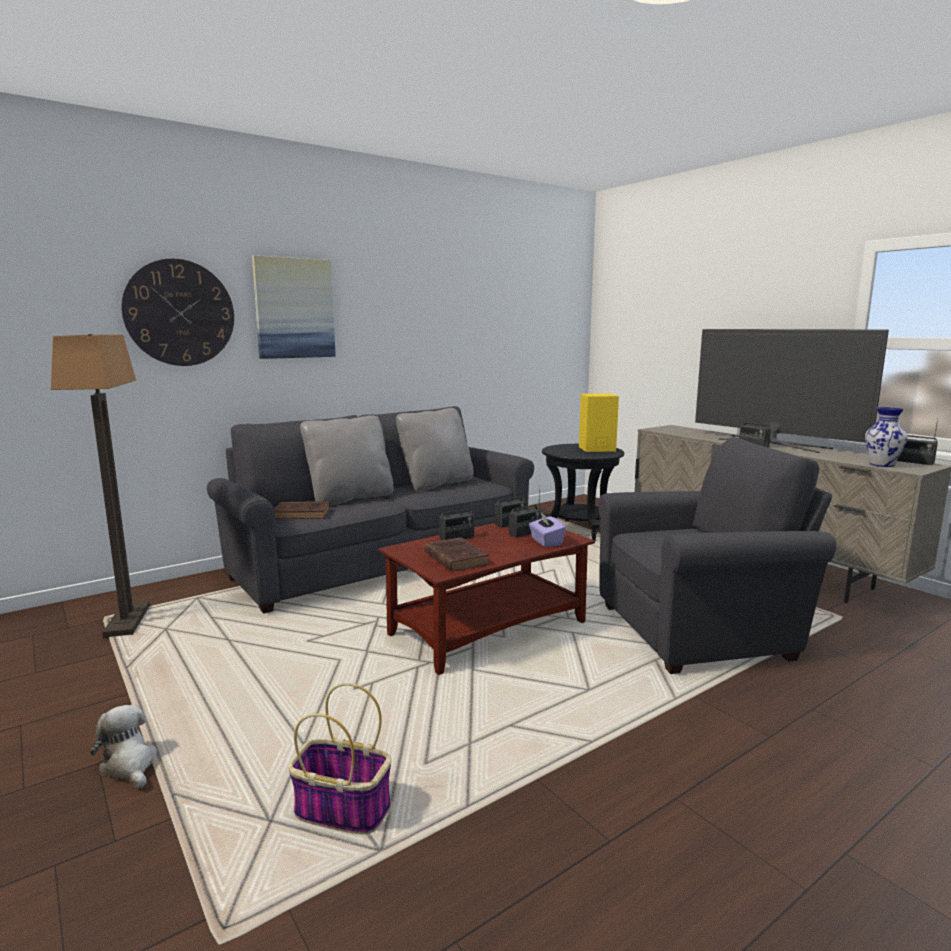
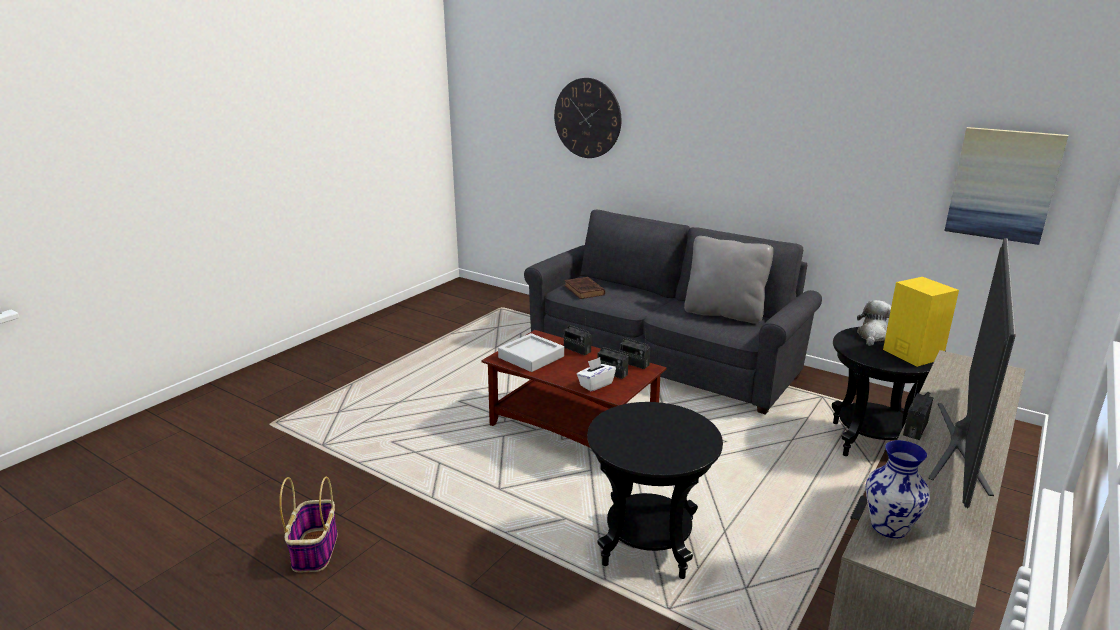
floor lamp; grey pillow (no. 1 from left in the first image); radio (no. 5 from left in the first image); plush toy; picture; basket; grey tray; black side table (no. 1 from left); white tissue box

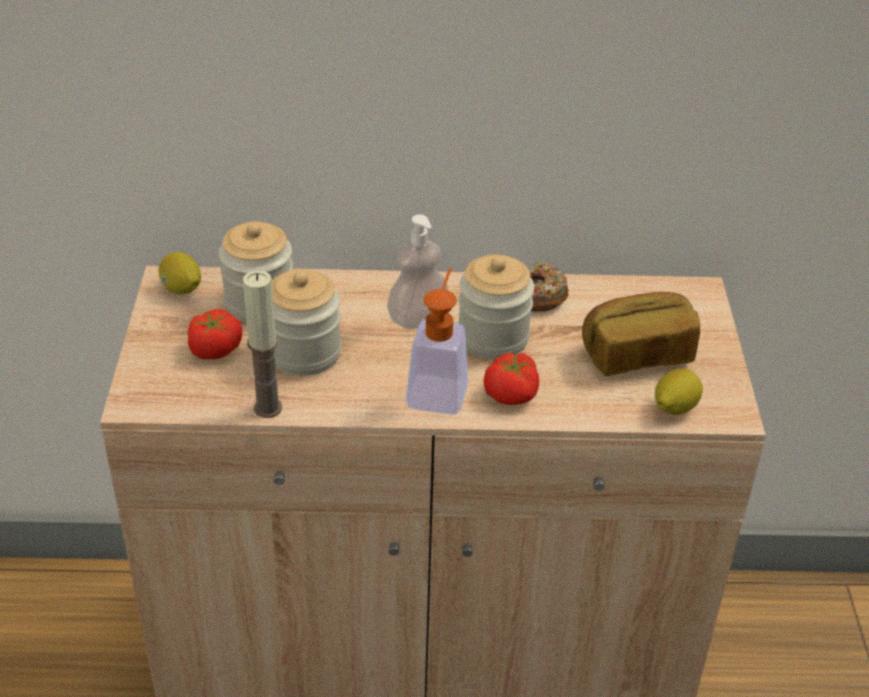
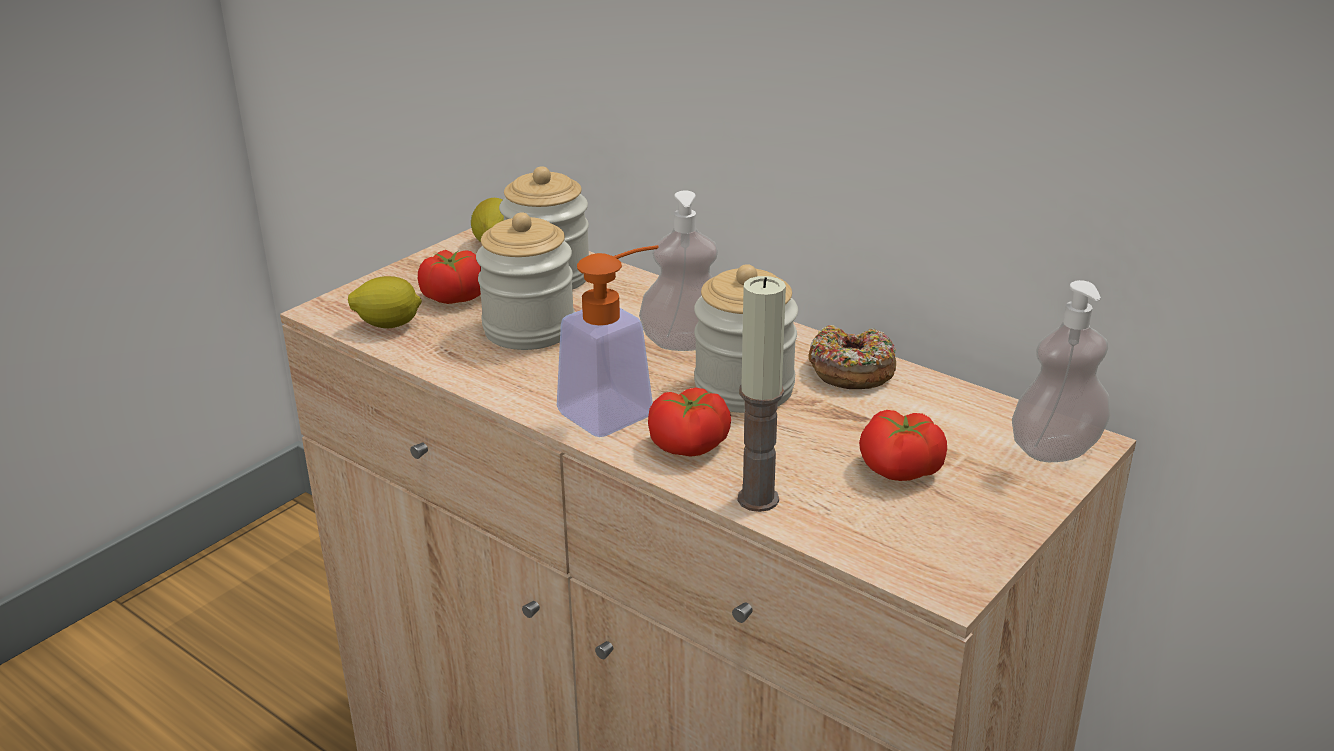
soap dispenser (no. 3 from left); candle; lemon (no. 1 from left); tomato (no. 3 from left)

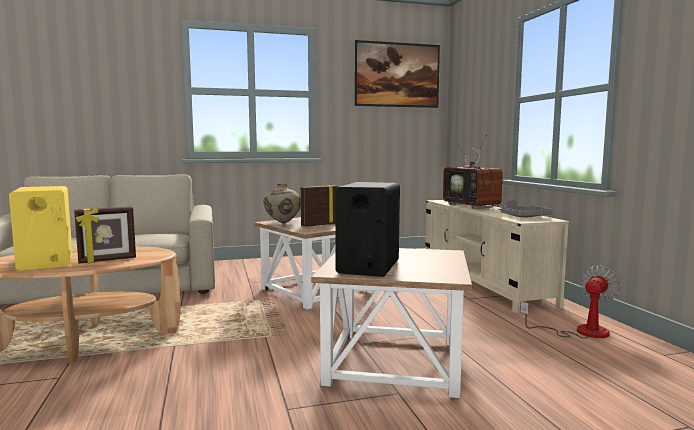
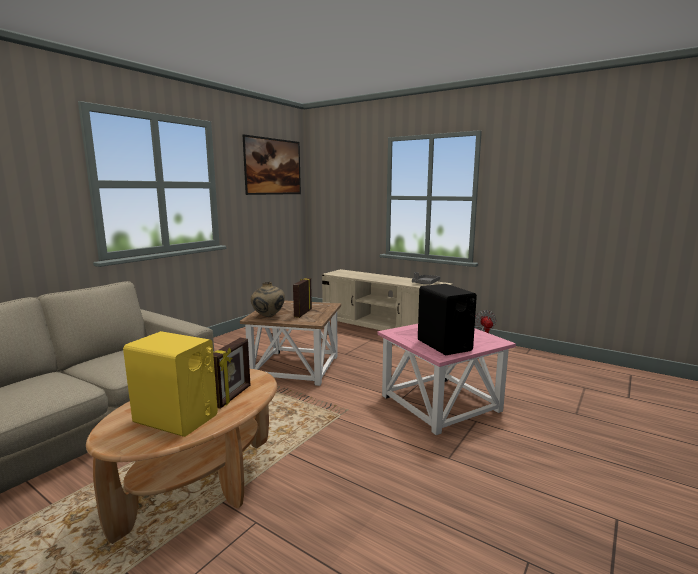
television; pink side table

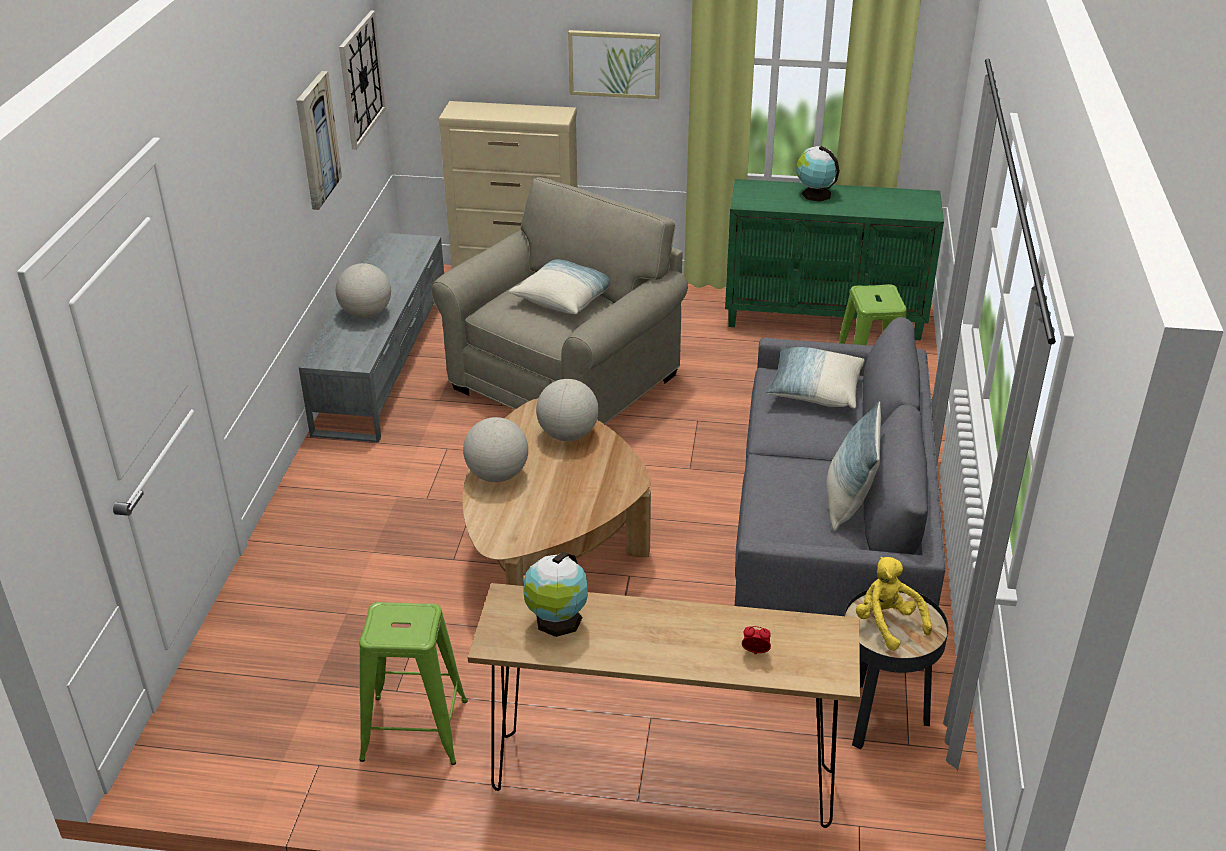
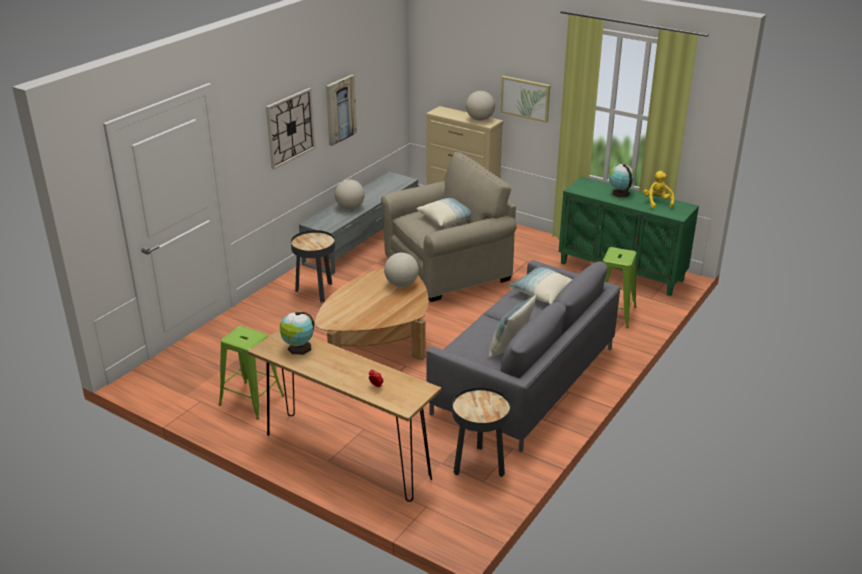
black side table (no. 1 from left); wall clock; globe (no. 4 from left); yellow plush toy

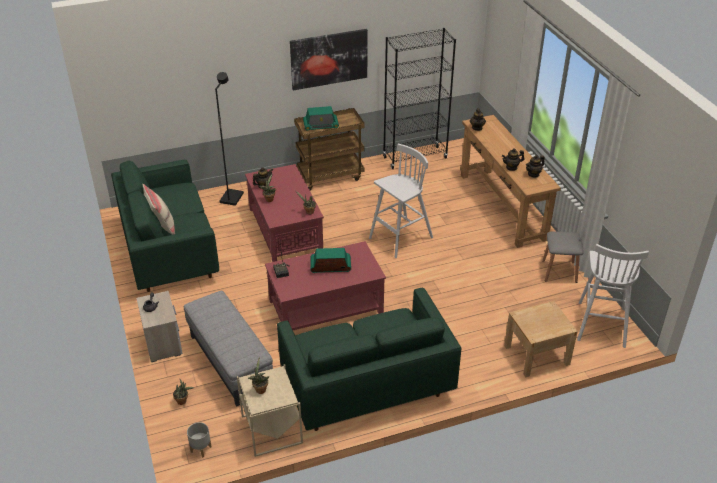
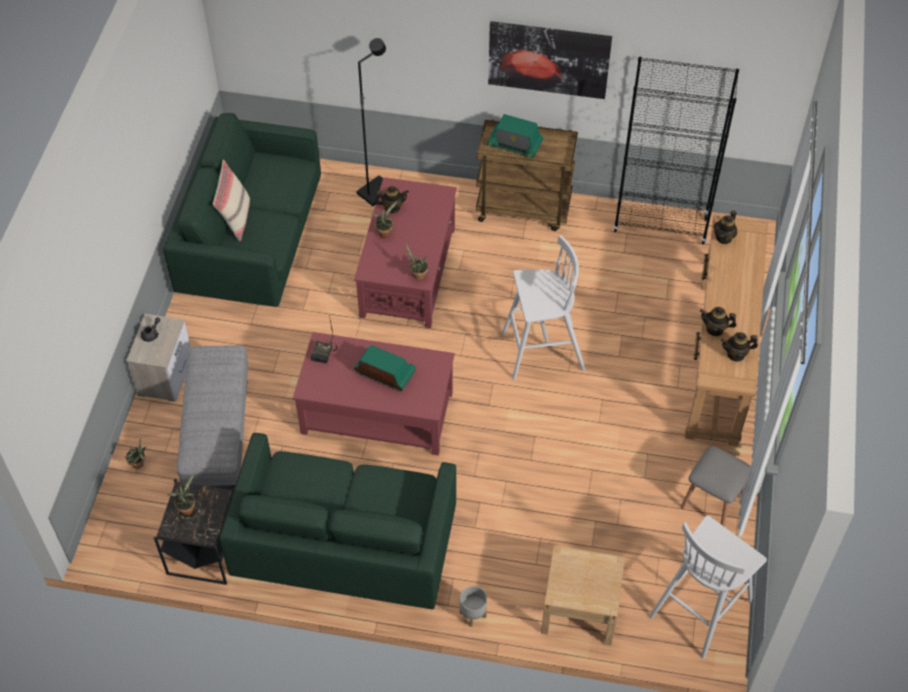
grey planter; black side table

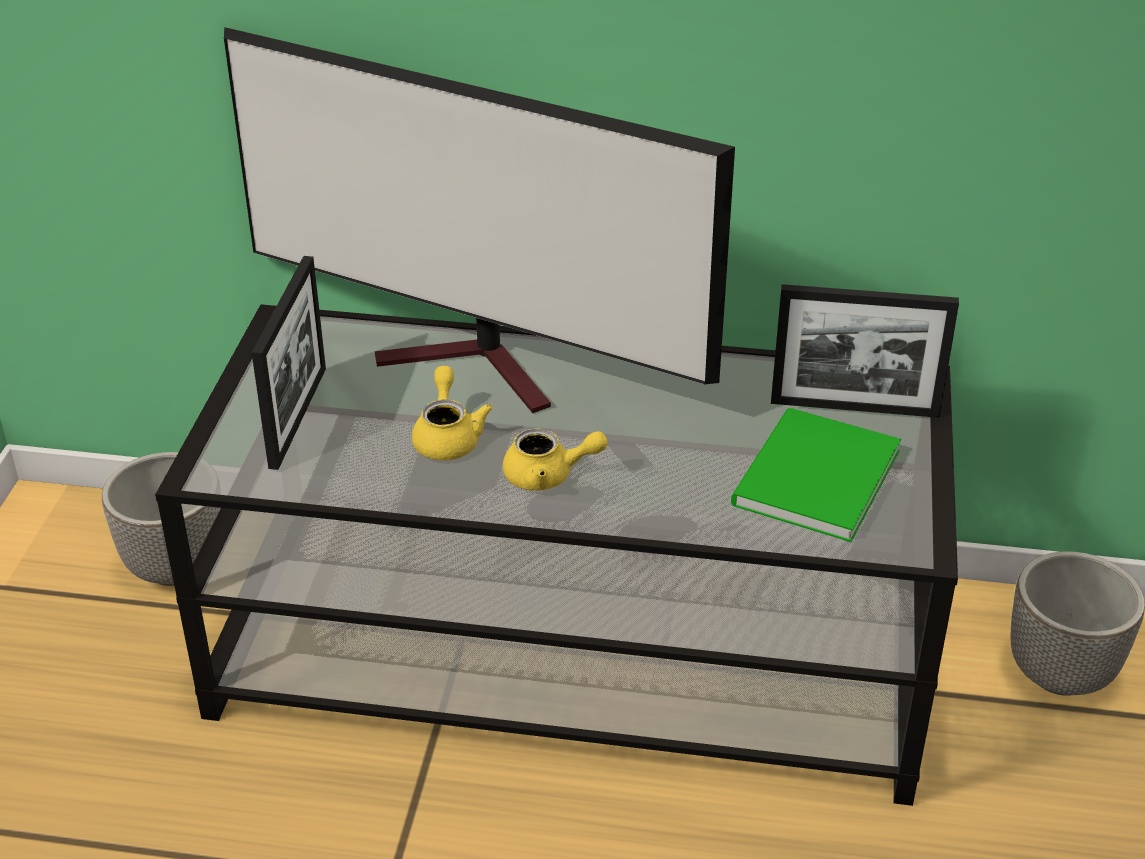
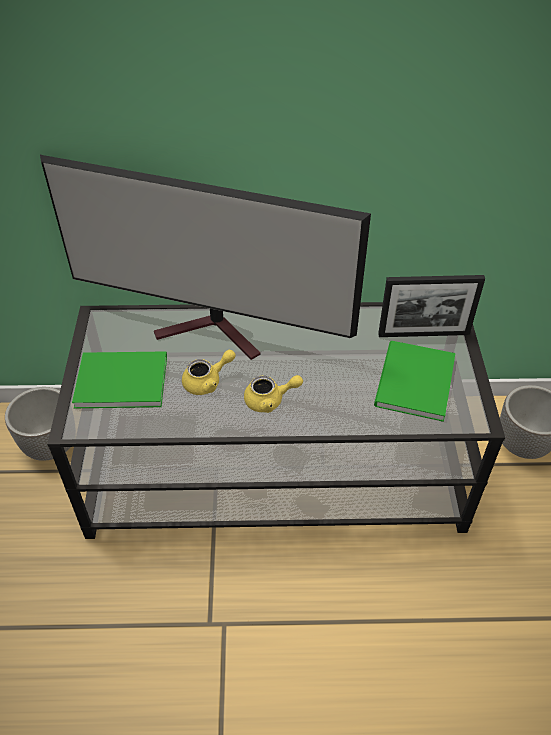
green book (no. 1 from left); yellow teapot (no. 1 from left)

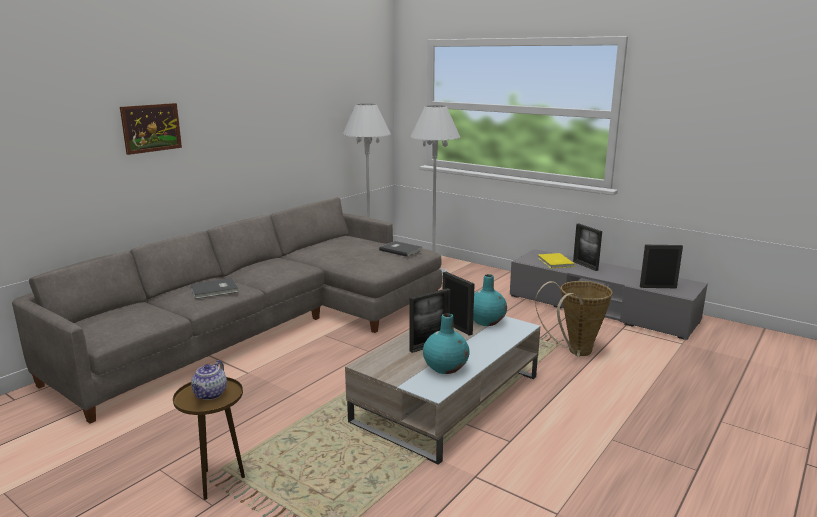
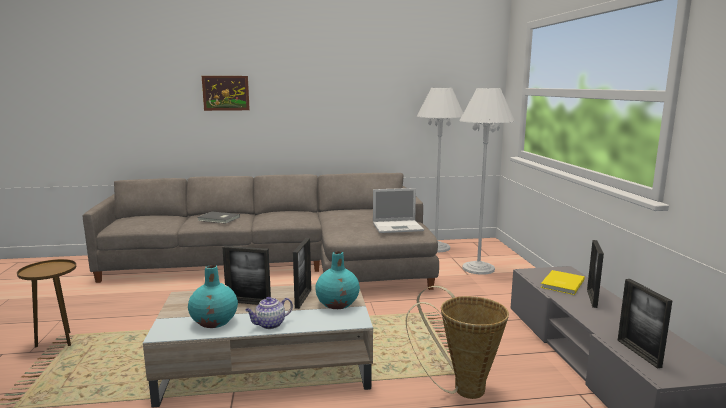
teapot; laptop; picture frame (no. 4 from left)

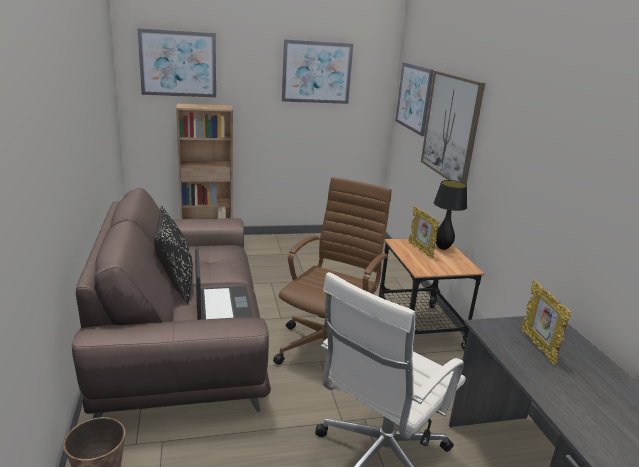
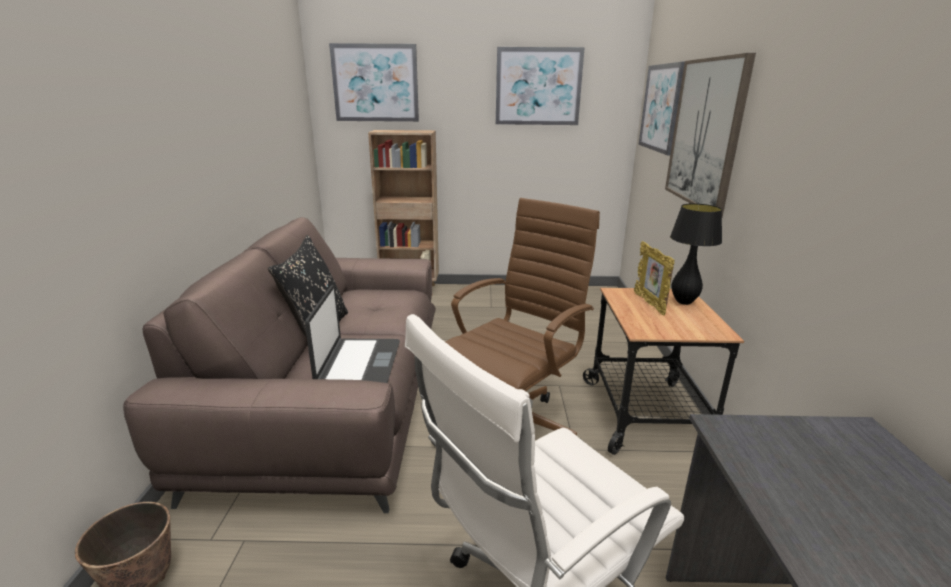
picture frame (no. 2 from left in the first image)

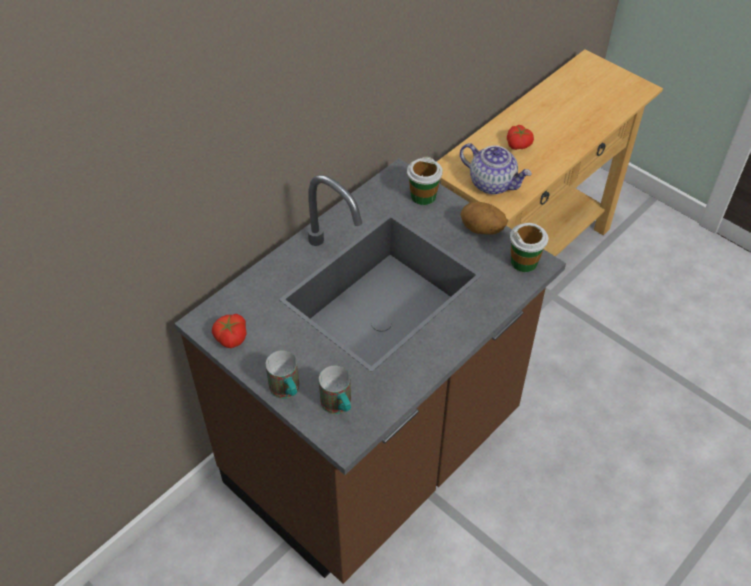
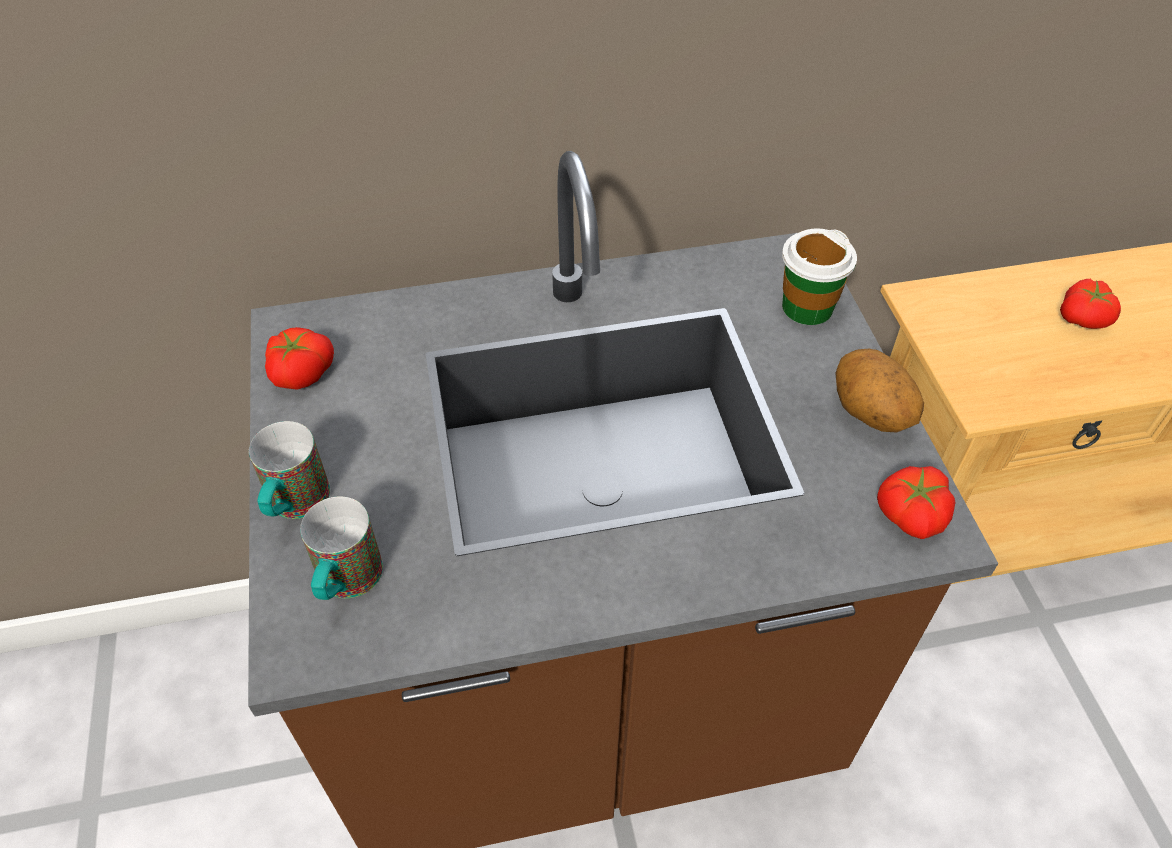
teapot; tomato (no. 2 from left)

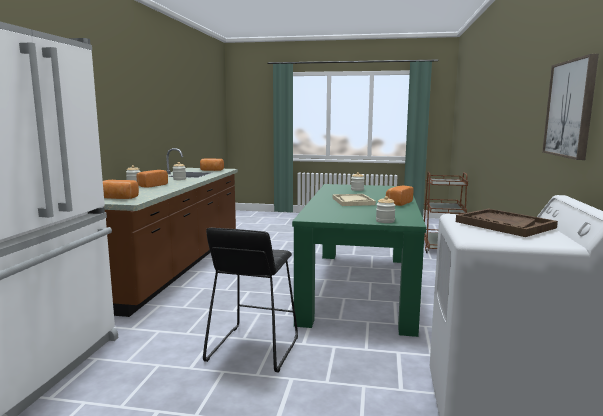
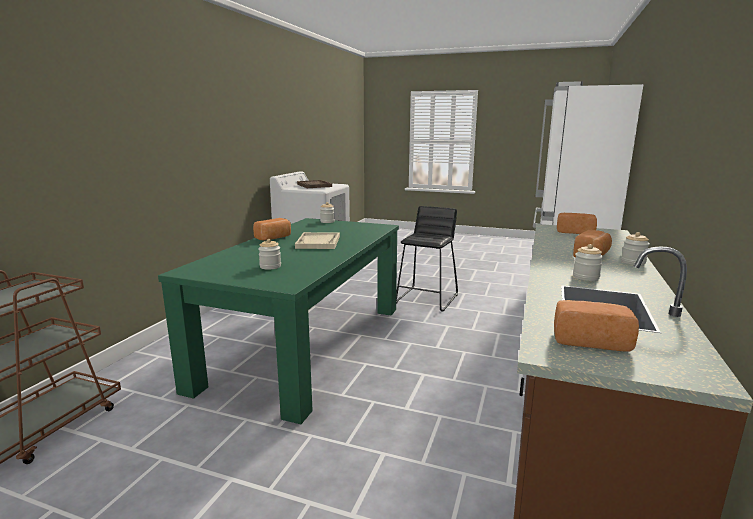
picture

